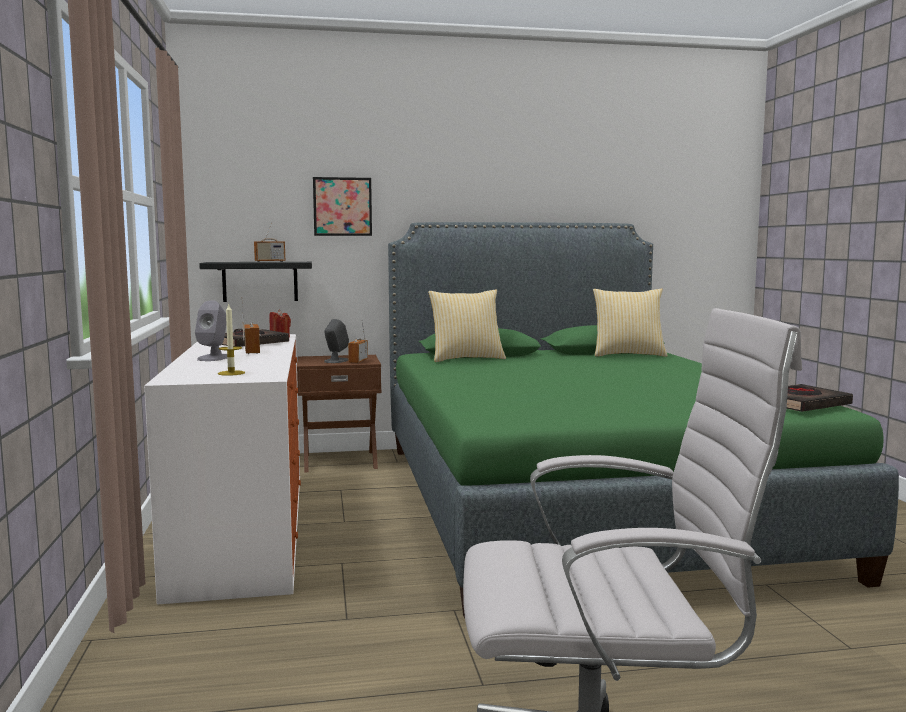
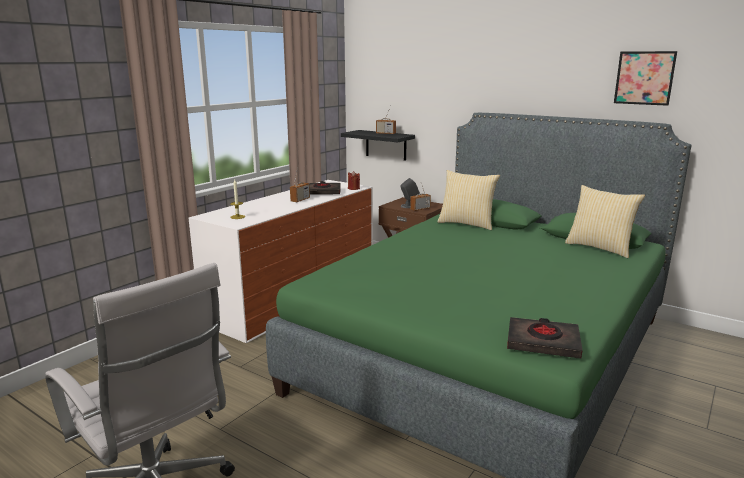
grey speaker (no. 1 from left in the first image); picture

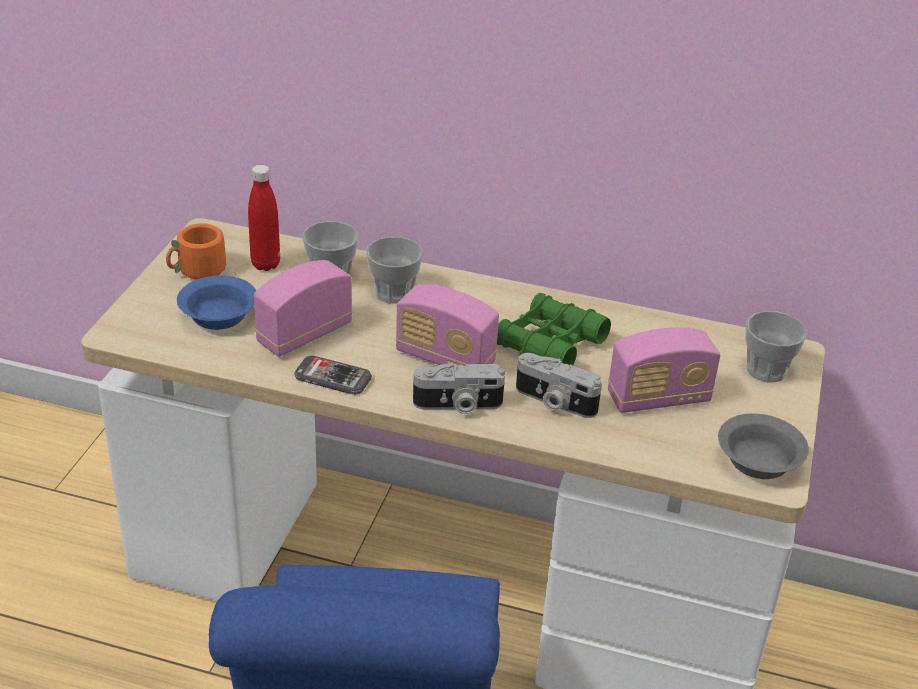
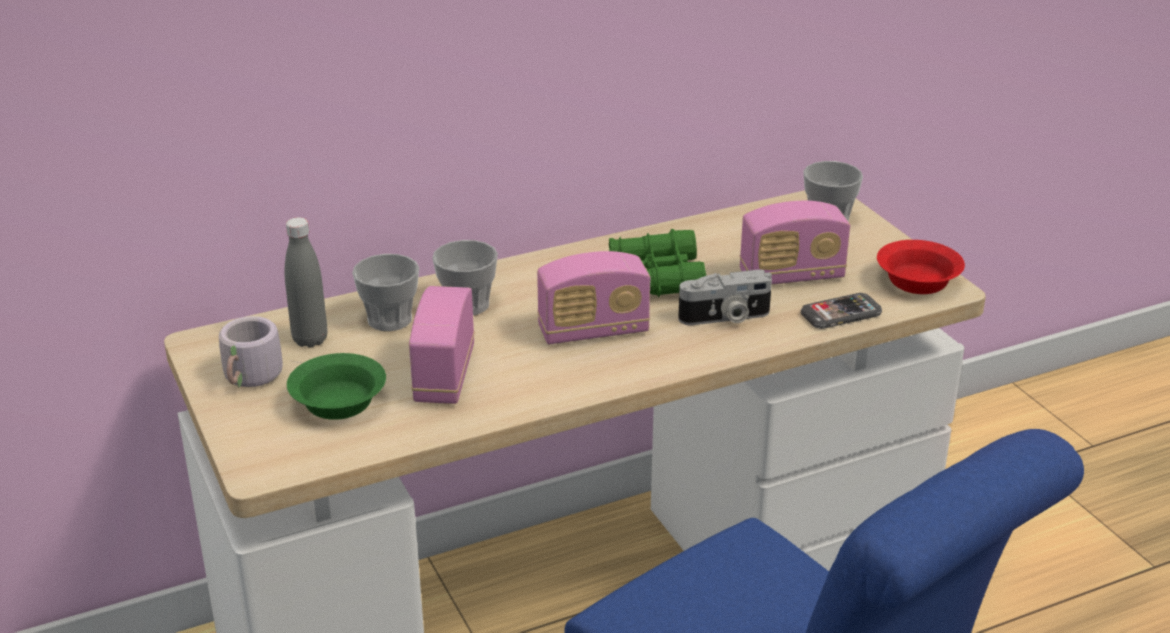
photo camera (no. 1 from left in the first image); phone; grey mug; green bowl; grey bottle; red bowl; radio (no. 3 from left)

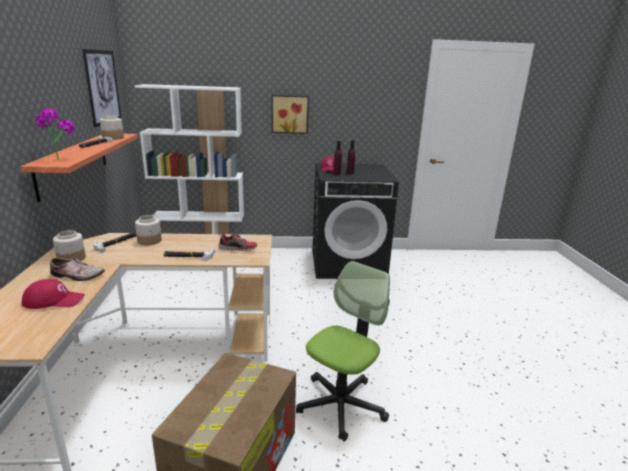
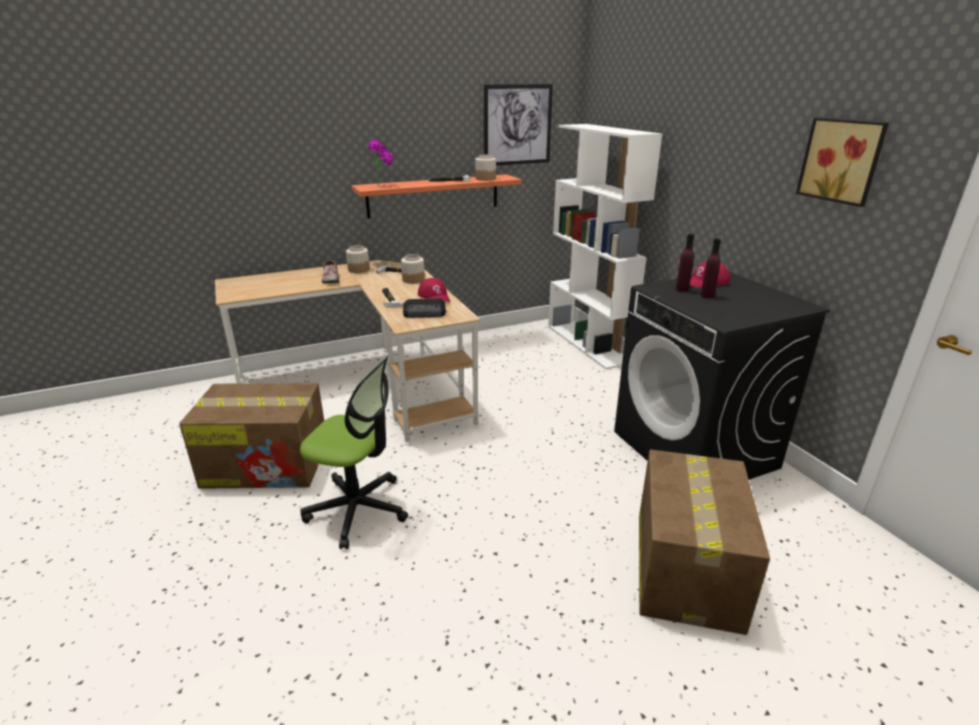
cardboard box (no. 2 from left); red cap (no. 1 from left); picture (no. 2 from left); radio

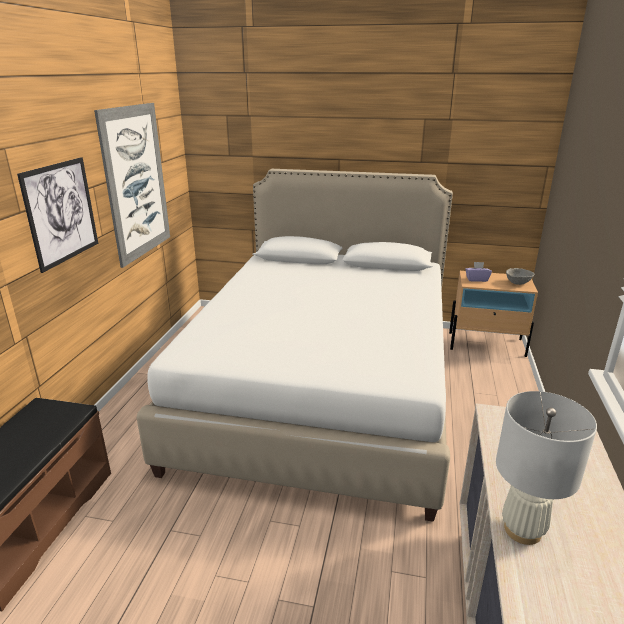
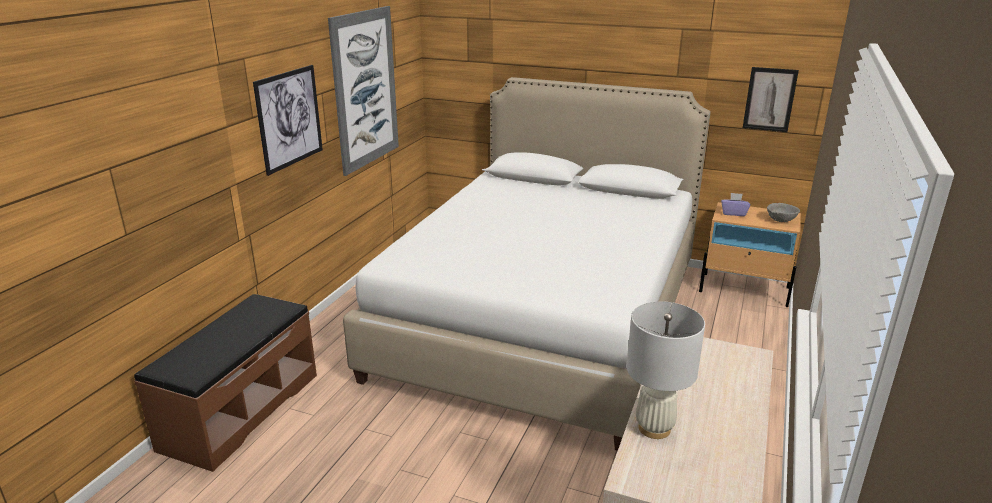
picture (no. 3 from left)

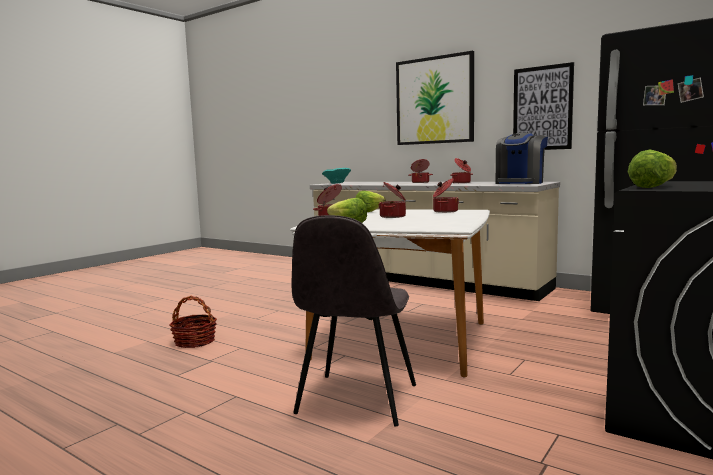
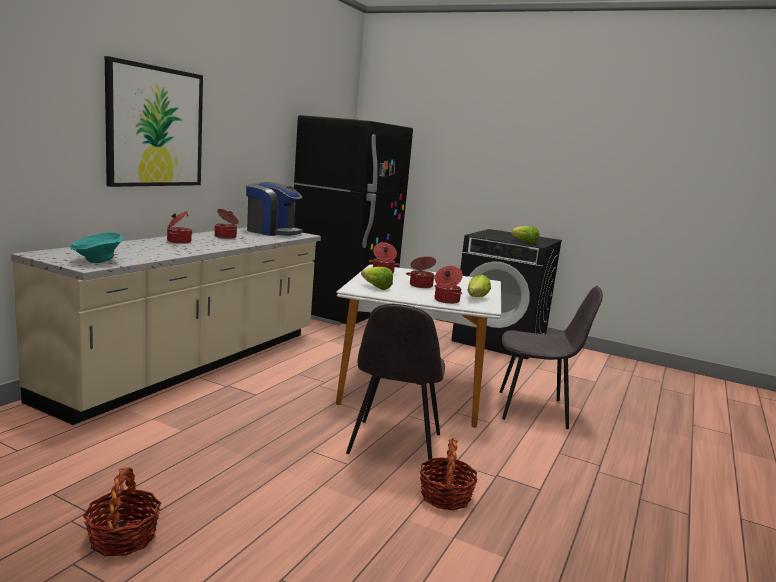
picture (no. 2 from left in the first image); basket (no. 1 from left); grey chair (no. 1 from left)

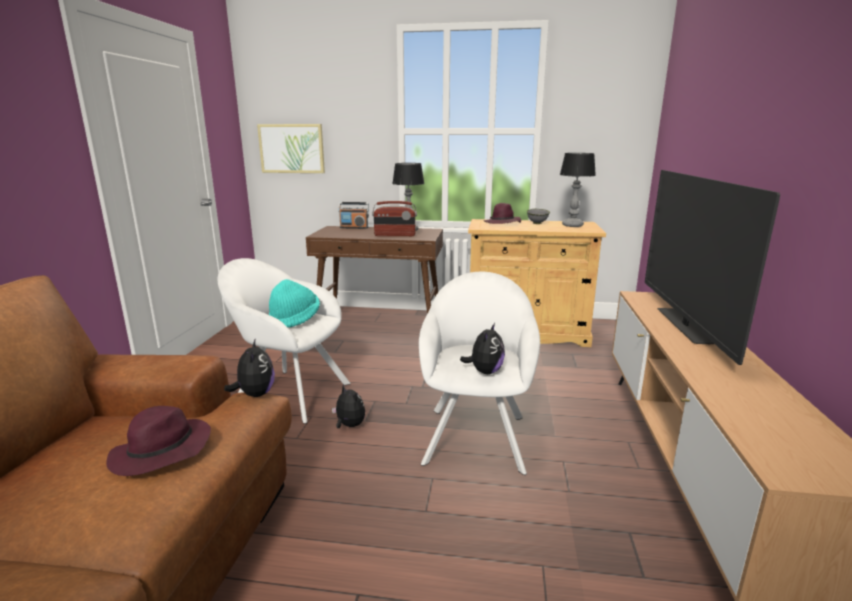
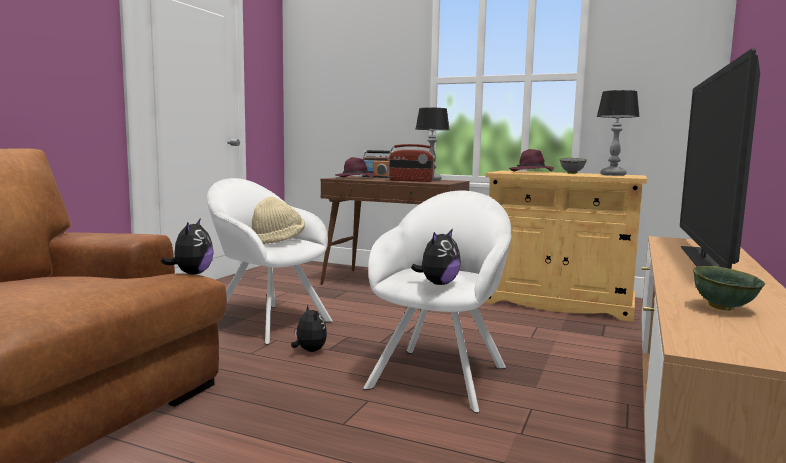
picture; green bowl; purple hat (no. 1 from left); beige hat

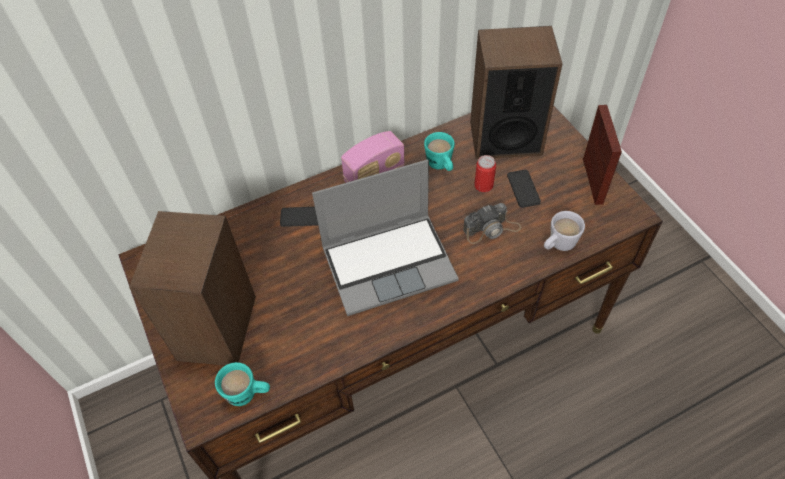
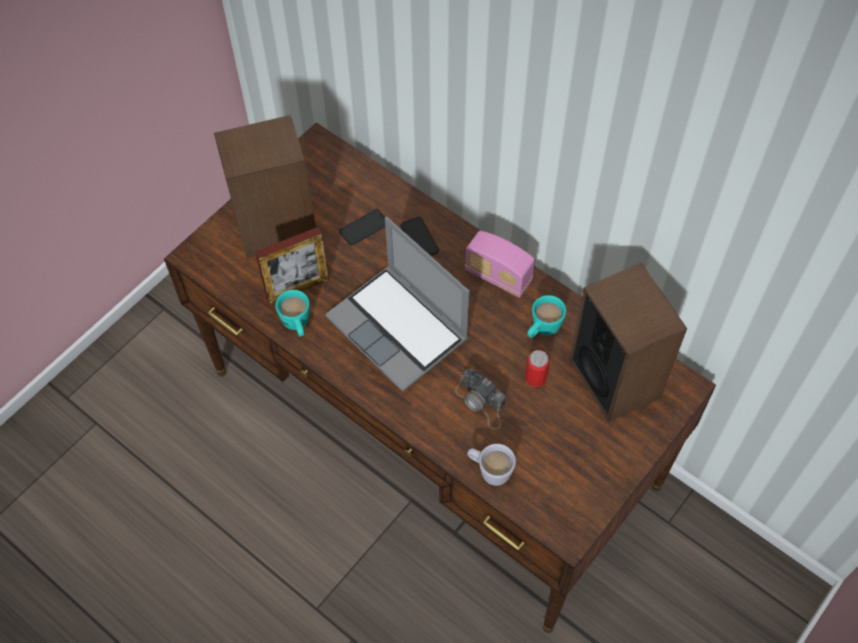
turquoise mug (no. 1 from left); phone (no. 1 from left); picture frame

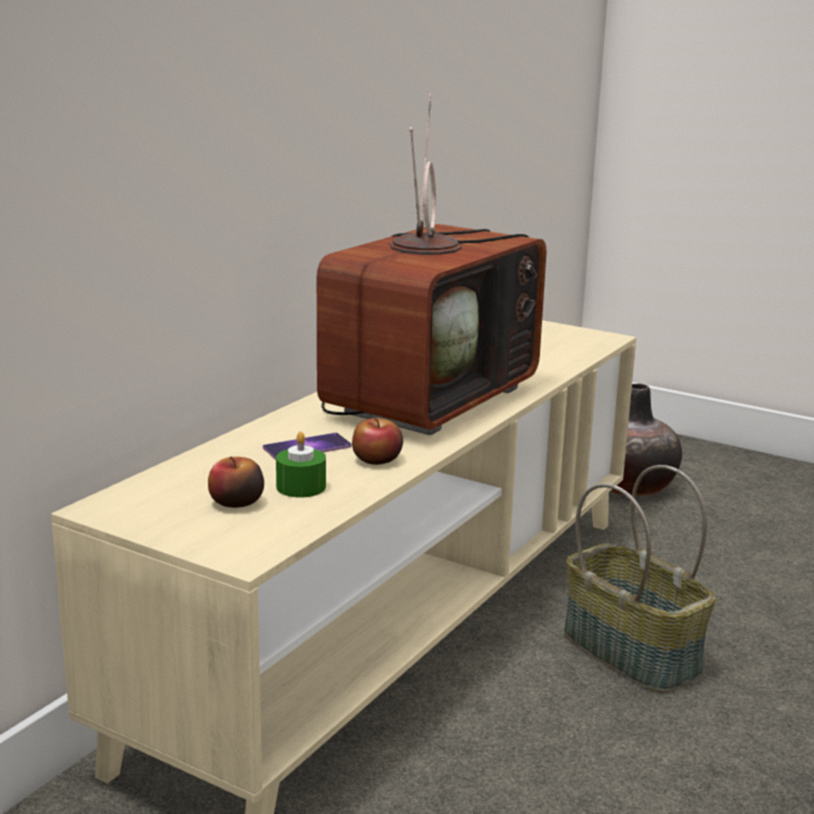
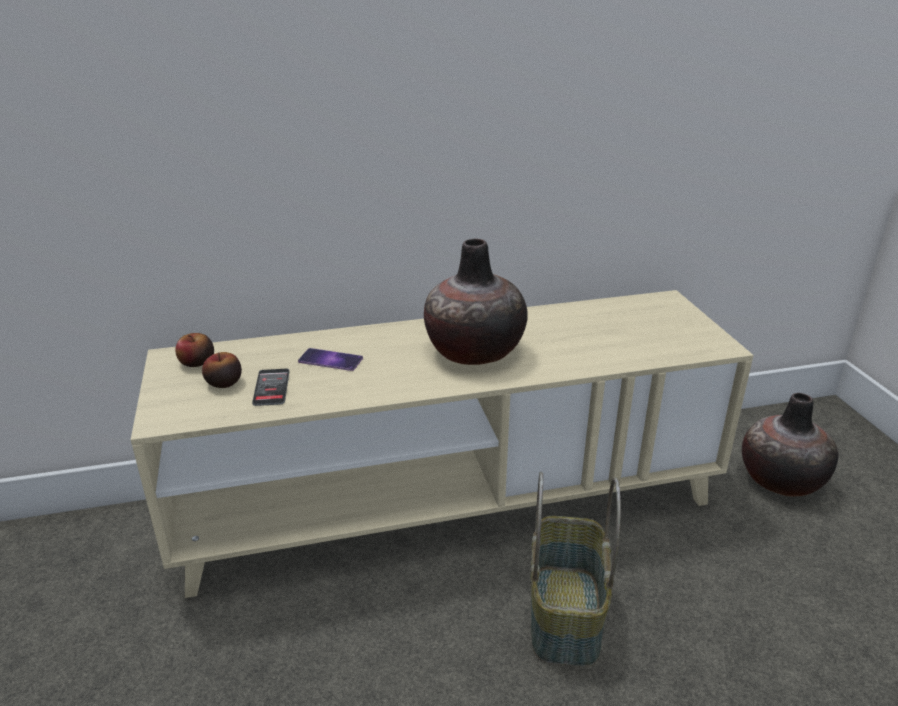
apple (no. 1 from left); phone (no. 1 from left); vase (no. 1 from left)

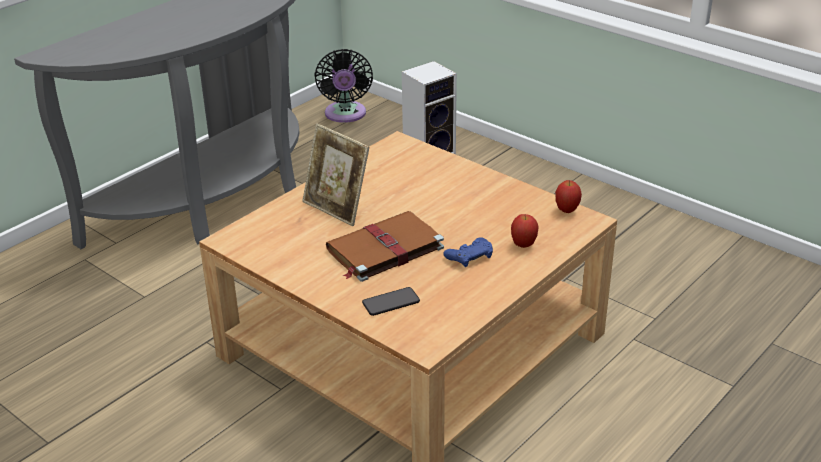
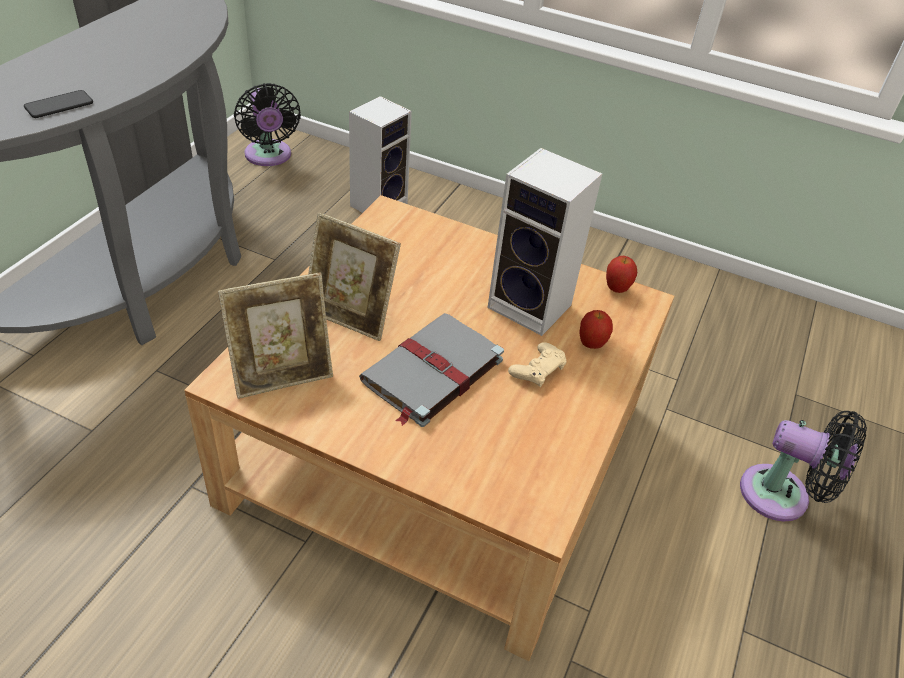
picture frame (no. 1 from left); speaker (no. 2 from left); black fan (no. 2 from left); phone; grey book; beige game controller

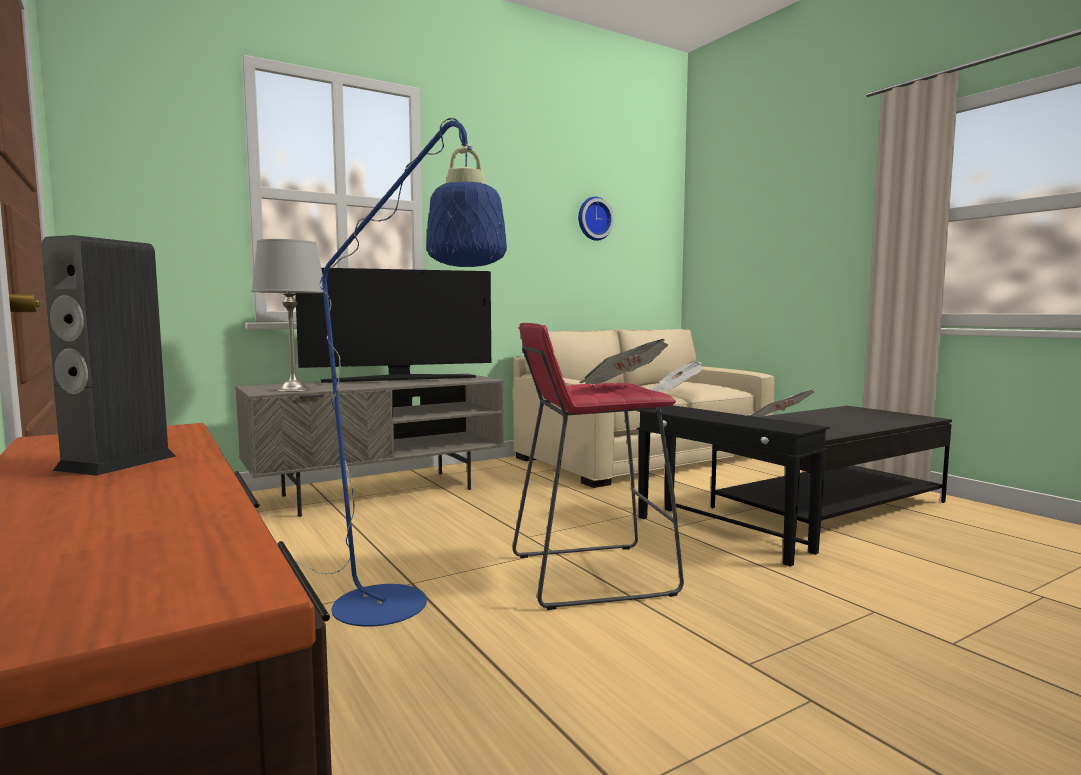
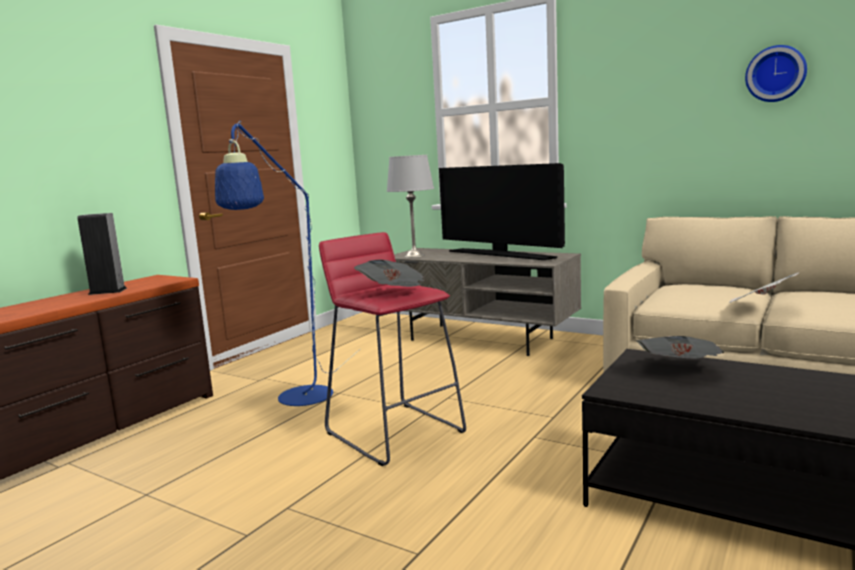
black side table

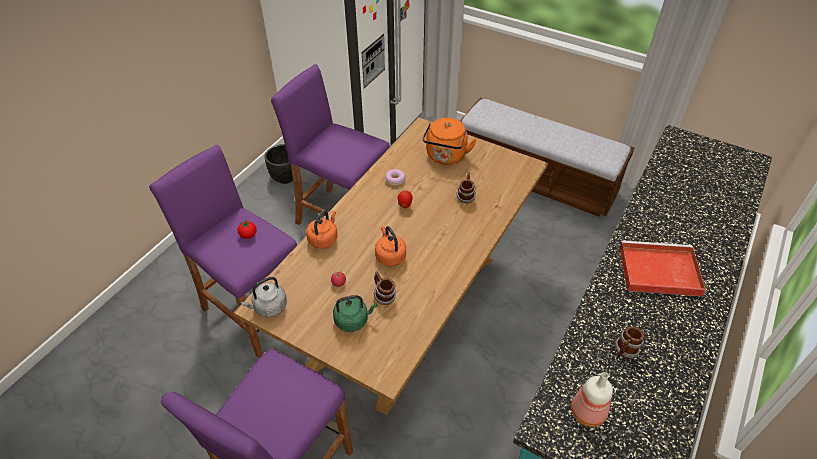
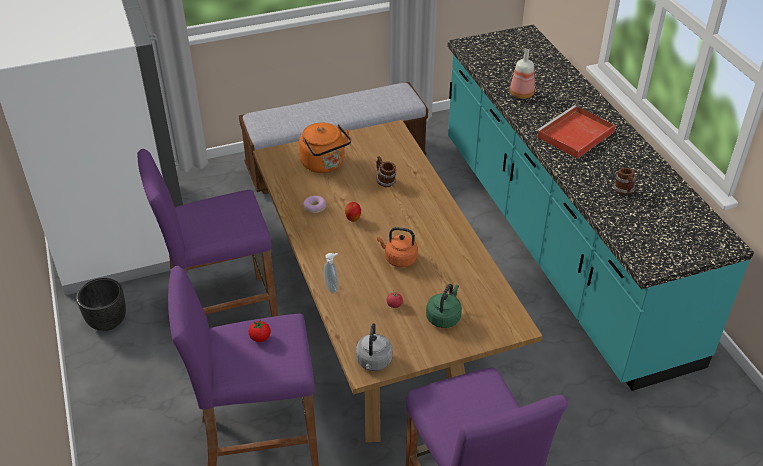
mug (no. 1 from left in the first image); bottle; soap dispenser

